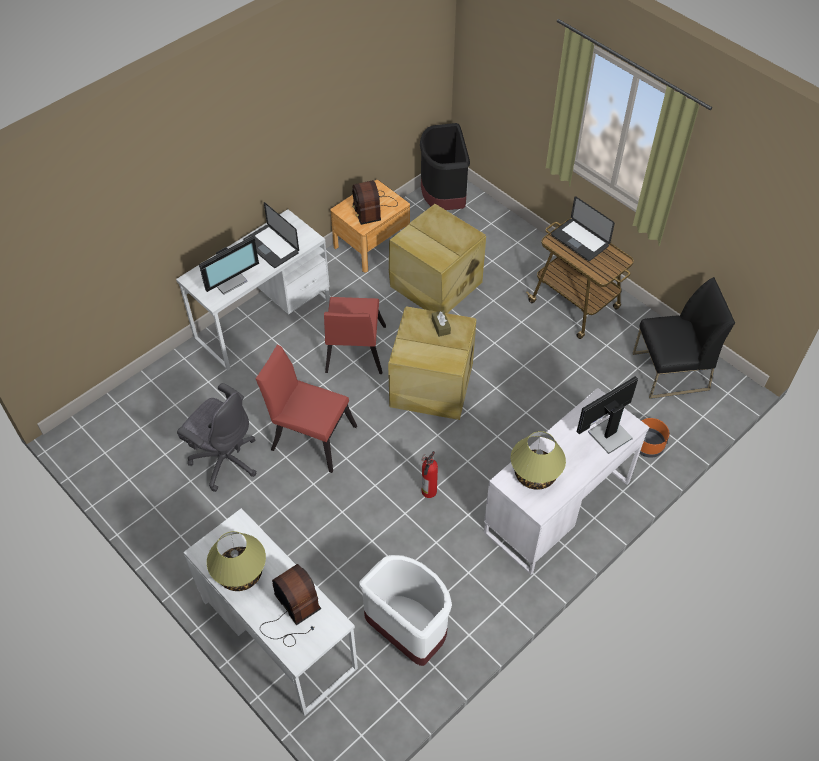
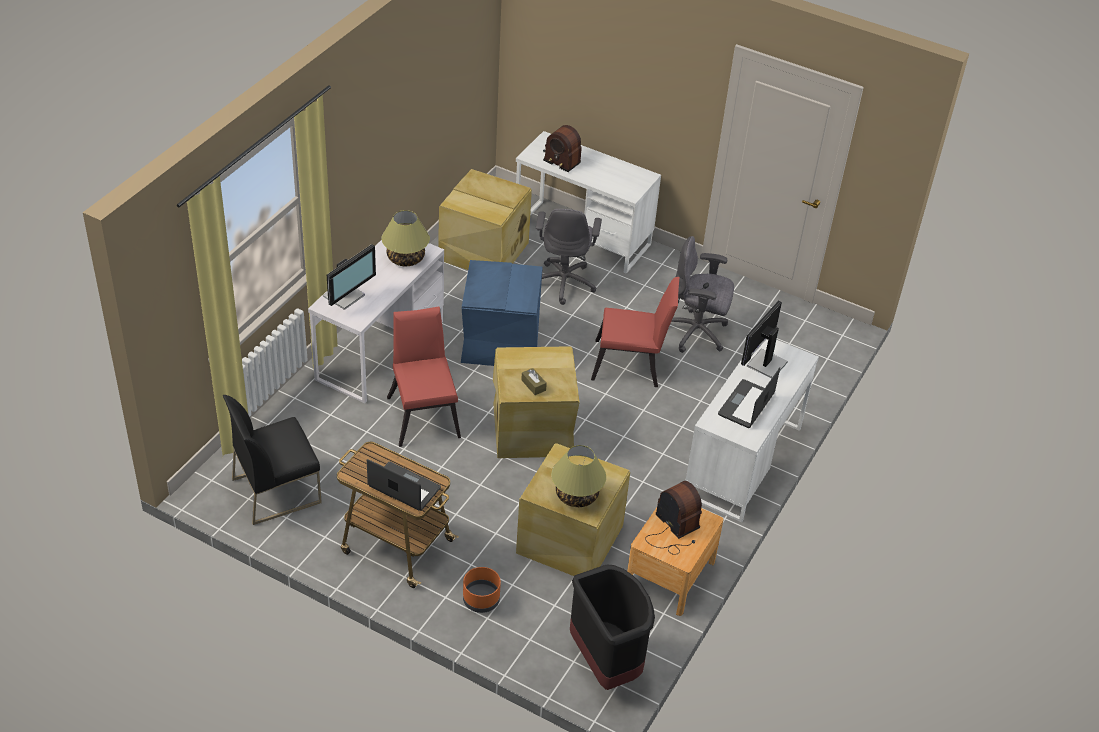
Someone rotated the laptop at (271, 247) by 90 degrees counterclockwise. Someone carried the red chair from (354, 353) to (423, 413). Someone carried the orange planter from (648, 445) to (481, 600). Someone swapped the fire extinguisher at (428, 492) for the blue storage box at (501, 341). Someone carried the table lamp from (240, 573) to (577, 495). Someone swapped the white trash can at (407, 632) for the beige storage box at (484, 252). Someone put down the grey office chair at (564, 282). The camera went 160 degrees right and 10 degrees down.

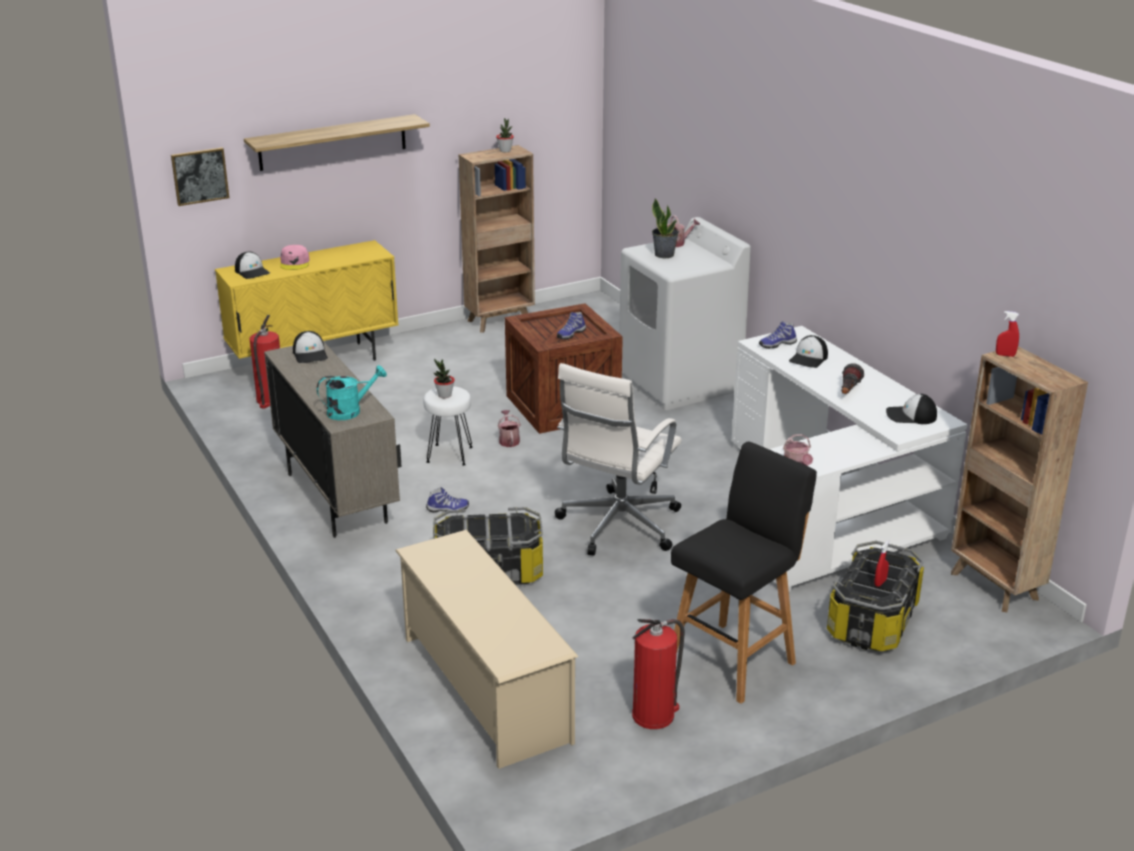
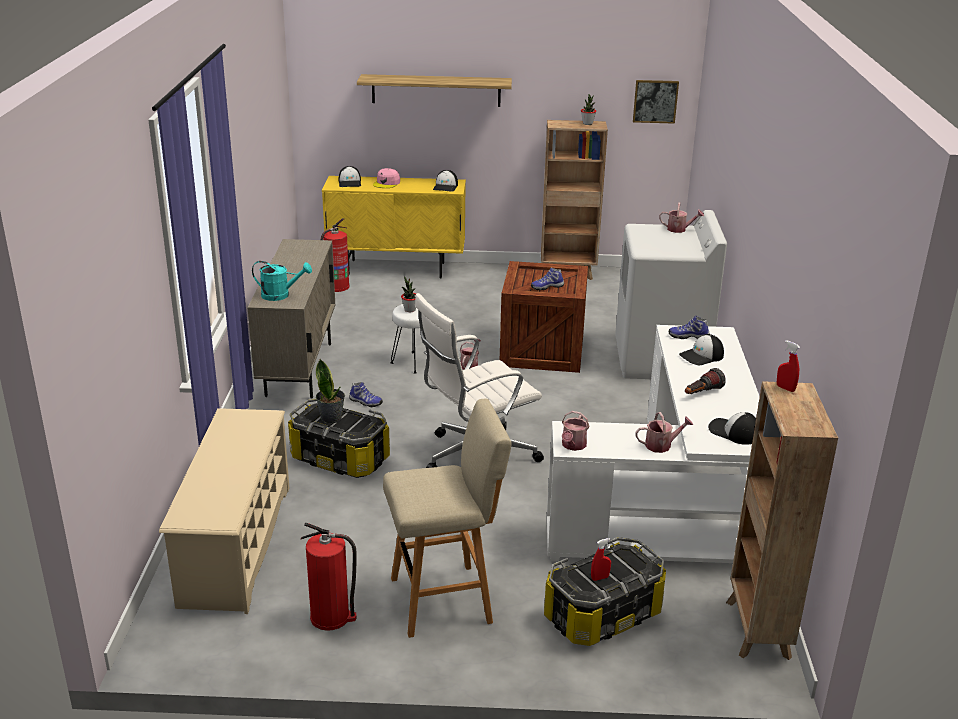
Someone carried the picture from (200, 176) to (655, 101). Someone carried the potted plant from (664, 254) to (331, 418). Someone carried the cap from (310, 354) to (446, 187). Someone repainted the black stool at (734, 660), which became the beige stool at (445, 599). Someone put down the watering can at (661, 445). The camera went 30 degrees right and 0 degrees up.

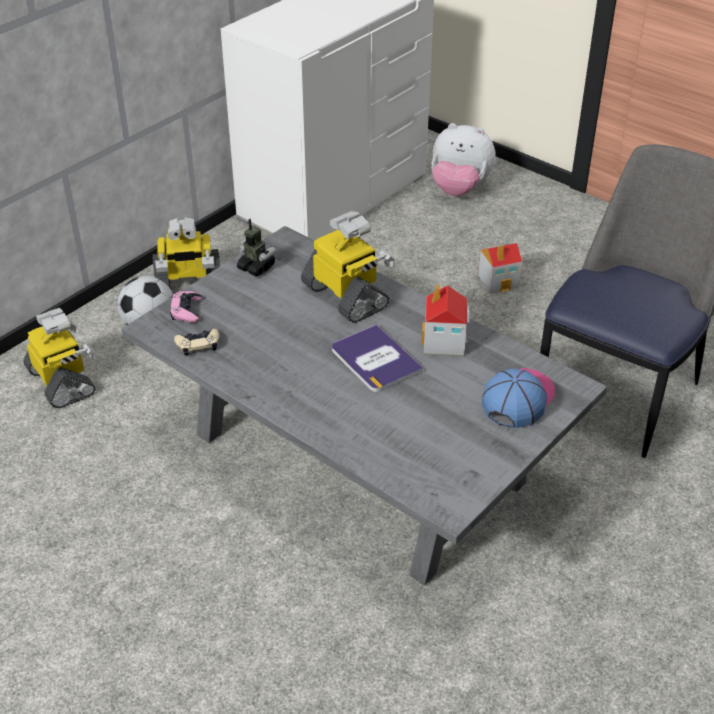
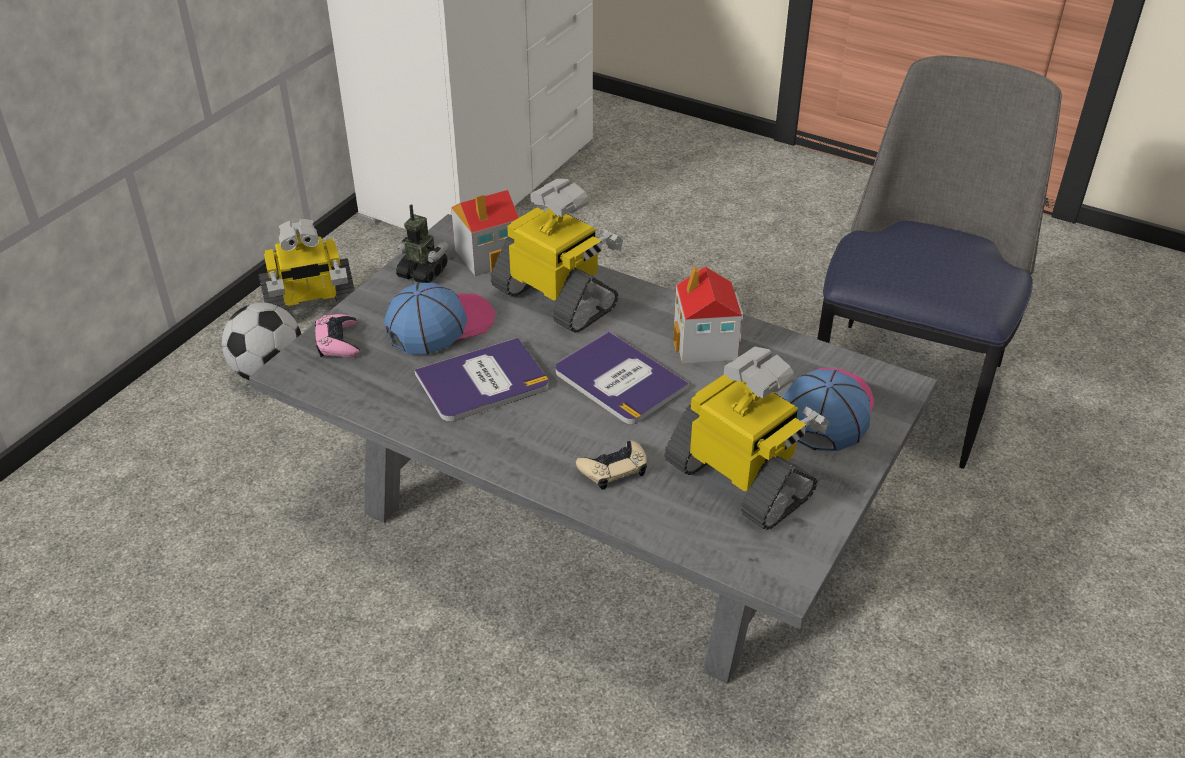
Someone took away the plush toy at (459, 189). Someone carried the toy house from (499, 281) to (488, 255). Someone carried the toy robot from (63, 382) to (741, 479). Someone carried the beige game controller from (198, 344) to (613, 469). Someone put down the cap at (440, 325). Someone put down the book at (483, 382). The camera went 10 degrees left and 0 degrees up.

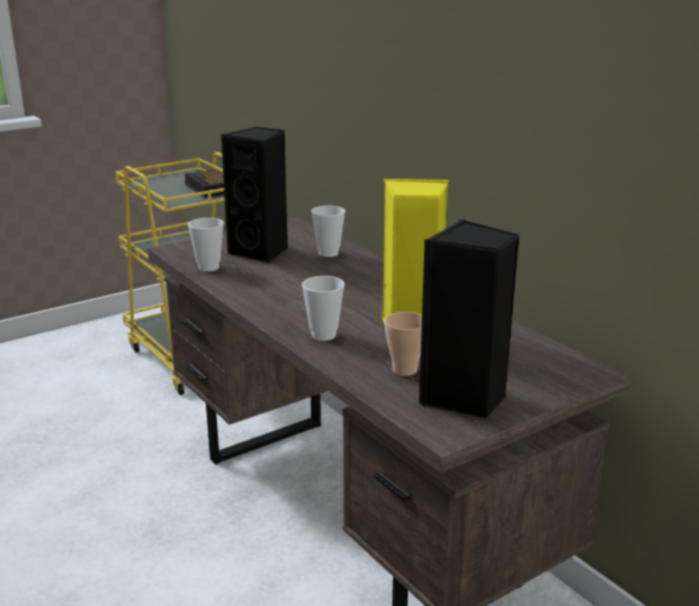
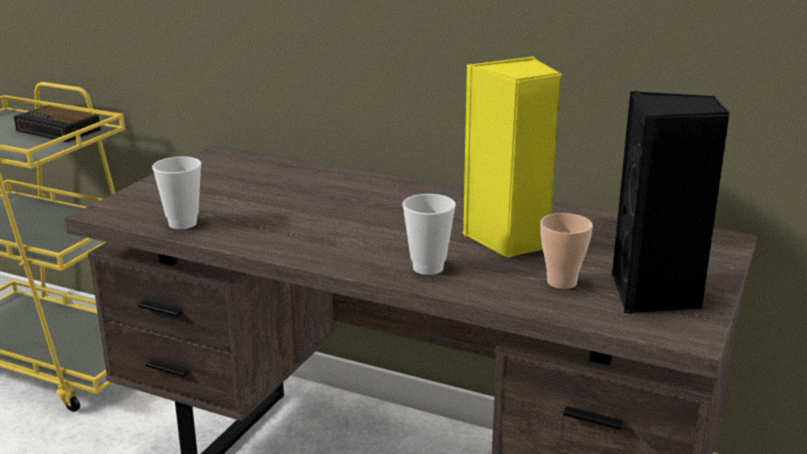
Someone took away the black speaker at (261, 252). Someone took away the cup at (328, 253). The camera went 30 degrees left and 0 degrees up.

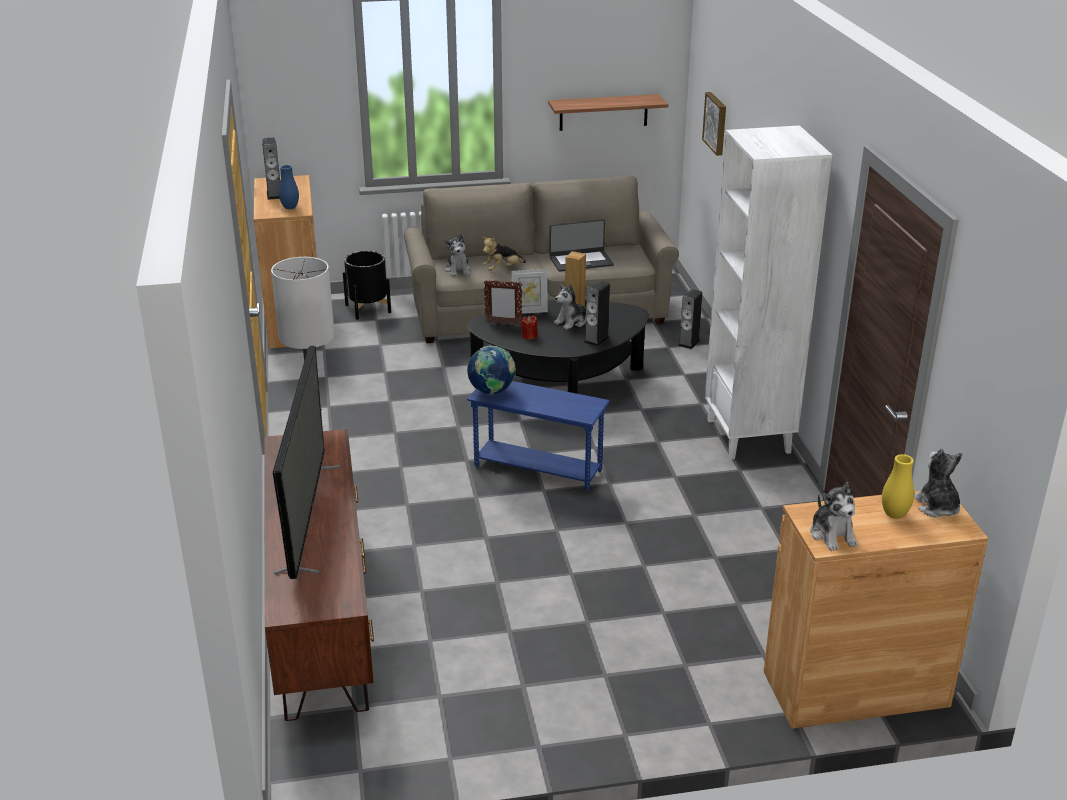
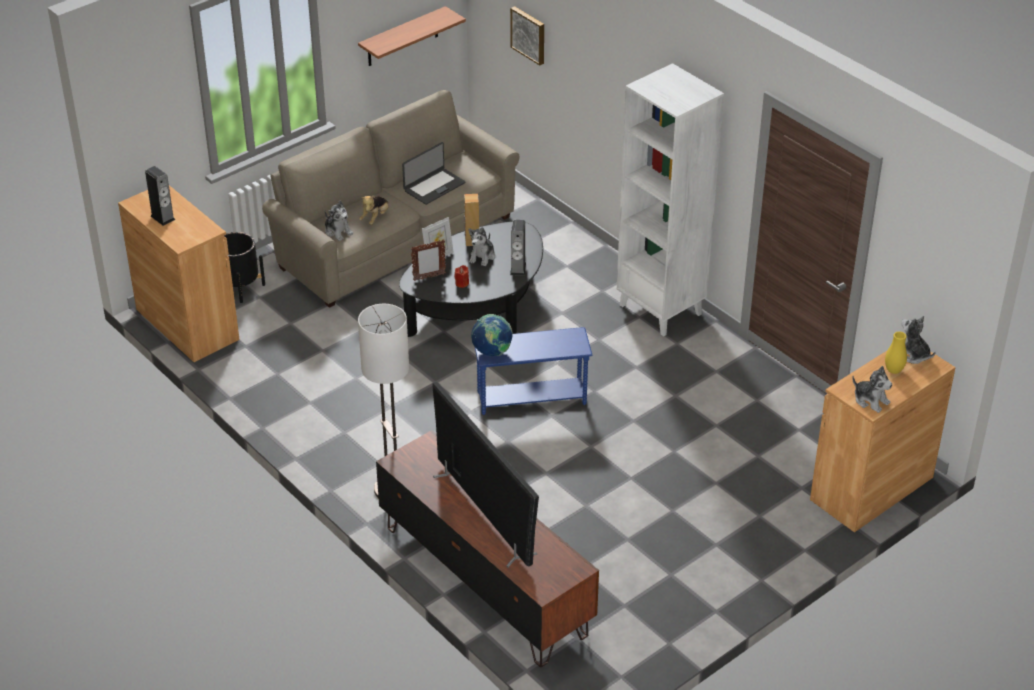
Someone took away the blue vase at (290, 208). Someone took away the speaker at (689, 343). The camera went 30 degrees left and 10 degrees up.

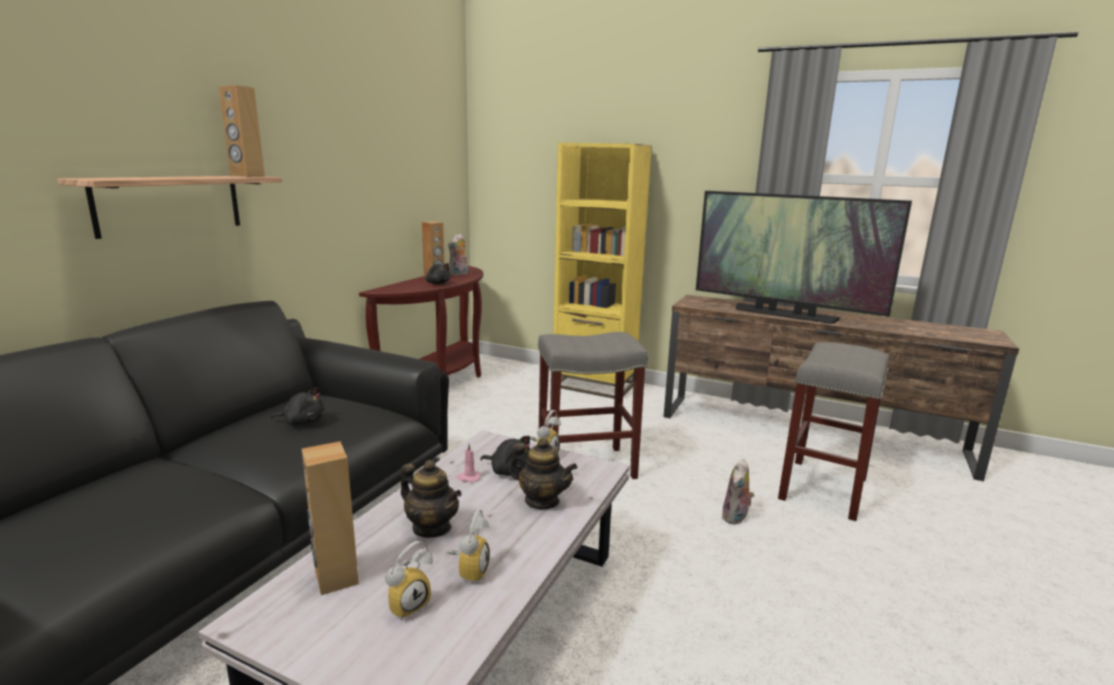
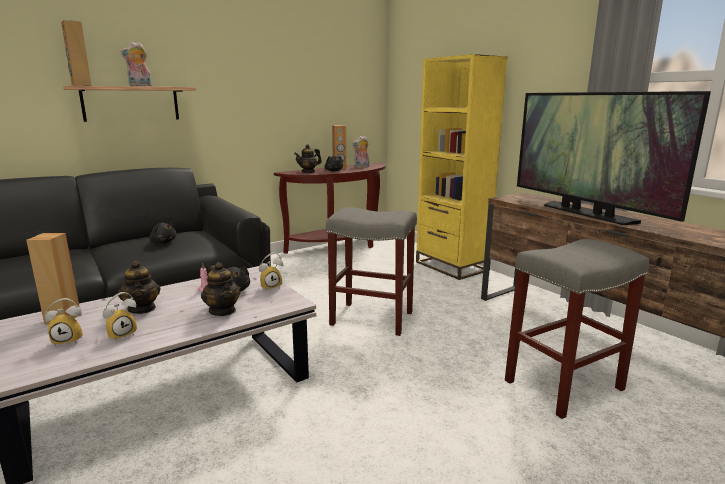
Someone carried the brown speaker from (247, 176) to (81, 85). Someone carried the plush toy from (736, 518) to (140, 86). Someone put down the teapot at (308, 172). The camera went 30 degrees right and 0 degrees up.

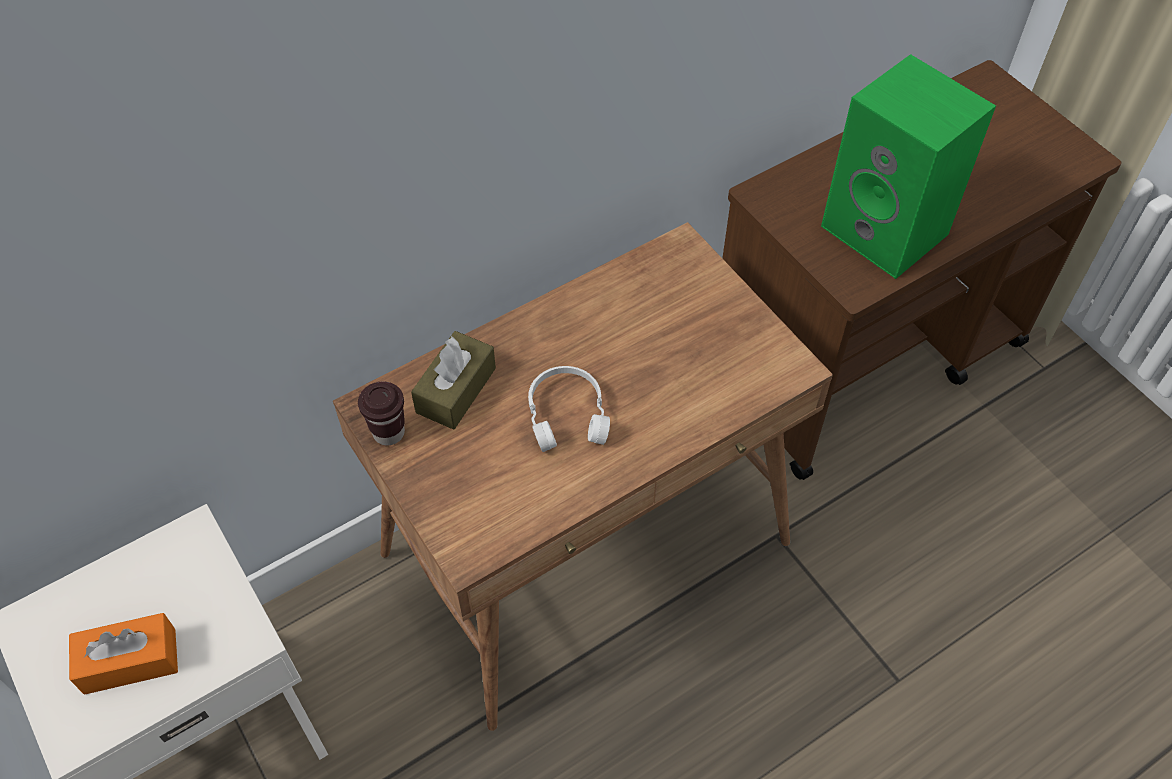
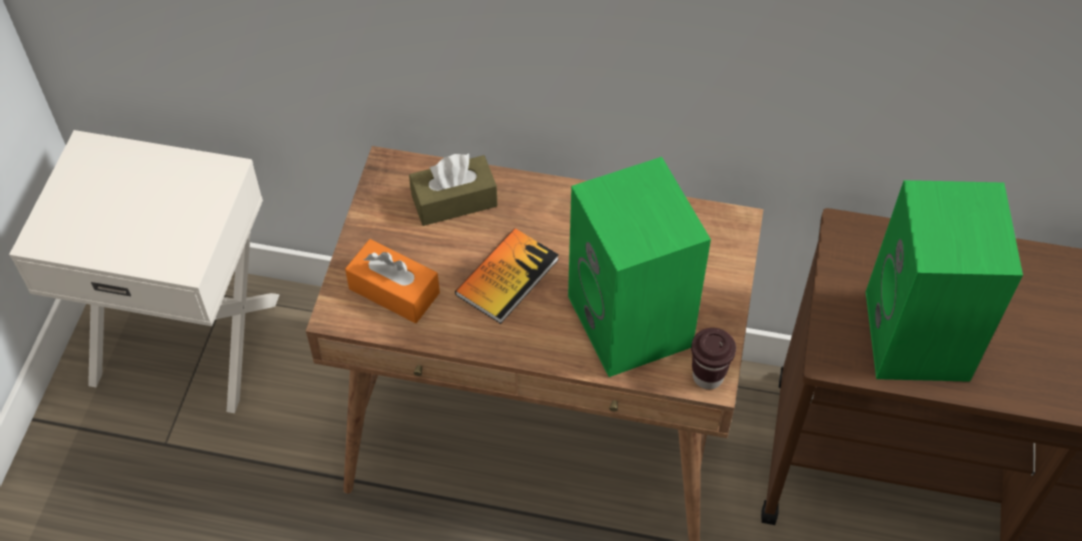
Someone swapped the white headphones at (567, 414) for the book at (507, 277). Someone carried the brown cup from (388, 432) to (708, 376). Someone carried the orange tissue box from (130, 661) to (394, 291). Someone put down the green speaker at (633, 323). The camera went 45 degrees right and 0 degrees up.

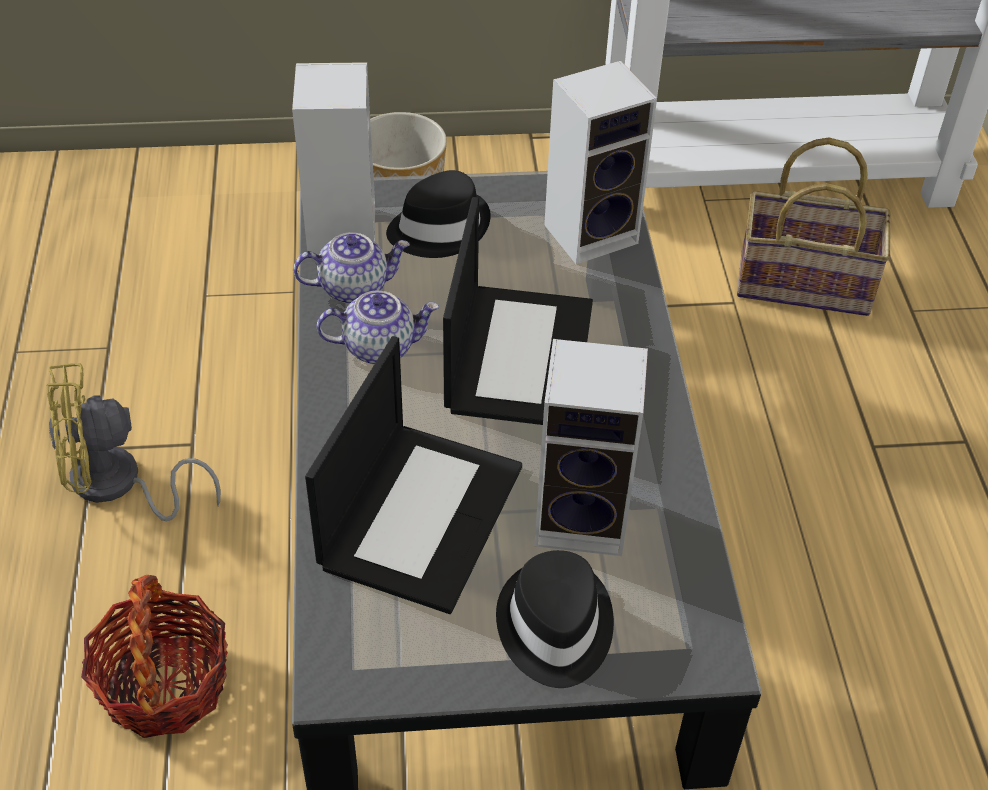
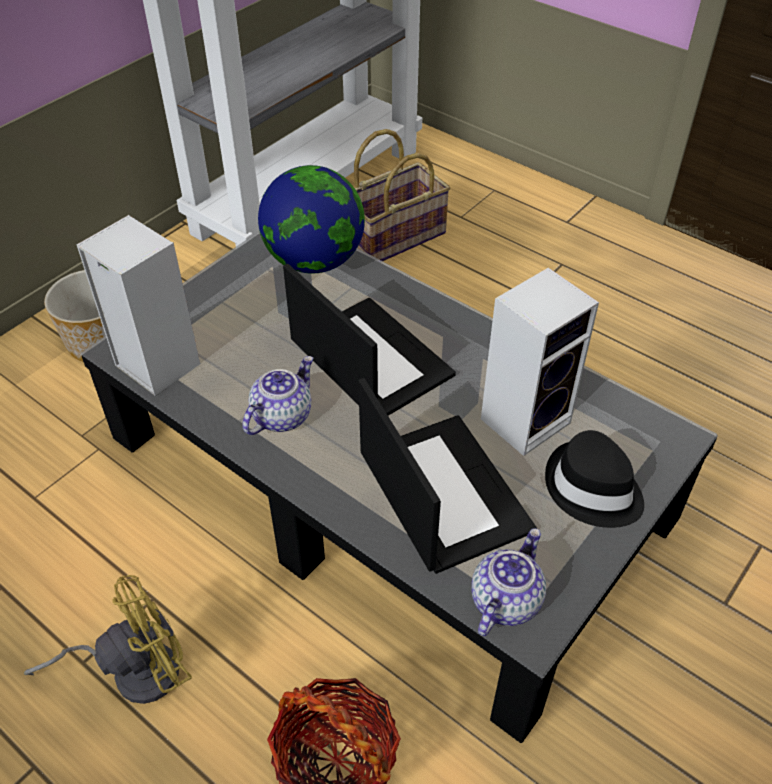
Someone swapped the speaker at (593, 232) for the globe at (314, 261). Someone took away the black hat at (439, 228). Someone carried the teapot from (354, 287) to (504, 600). Someone rotated the yellow fan at (117, 486) by 150 degrees counterclockwise. The camera went 45 degrees left and 0 degrees up.

